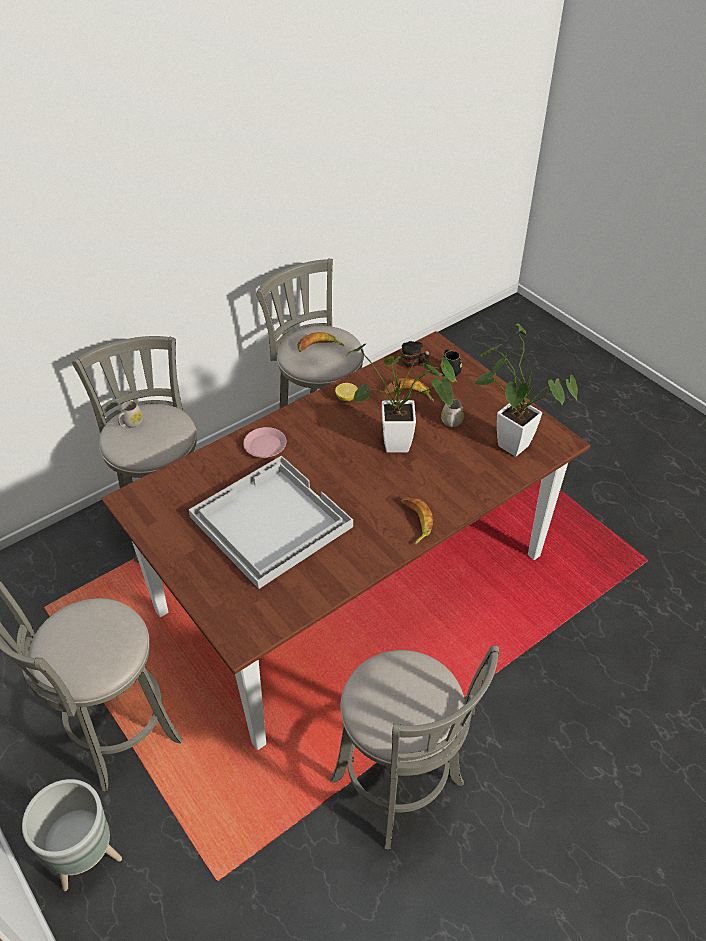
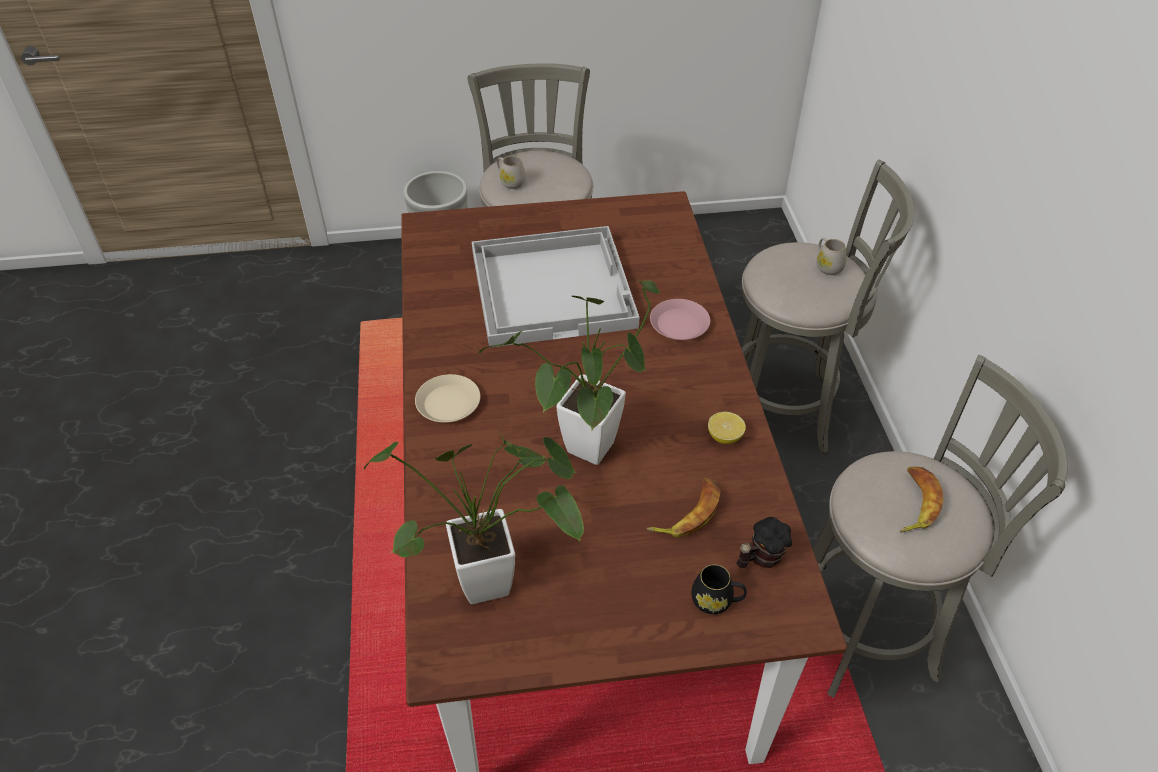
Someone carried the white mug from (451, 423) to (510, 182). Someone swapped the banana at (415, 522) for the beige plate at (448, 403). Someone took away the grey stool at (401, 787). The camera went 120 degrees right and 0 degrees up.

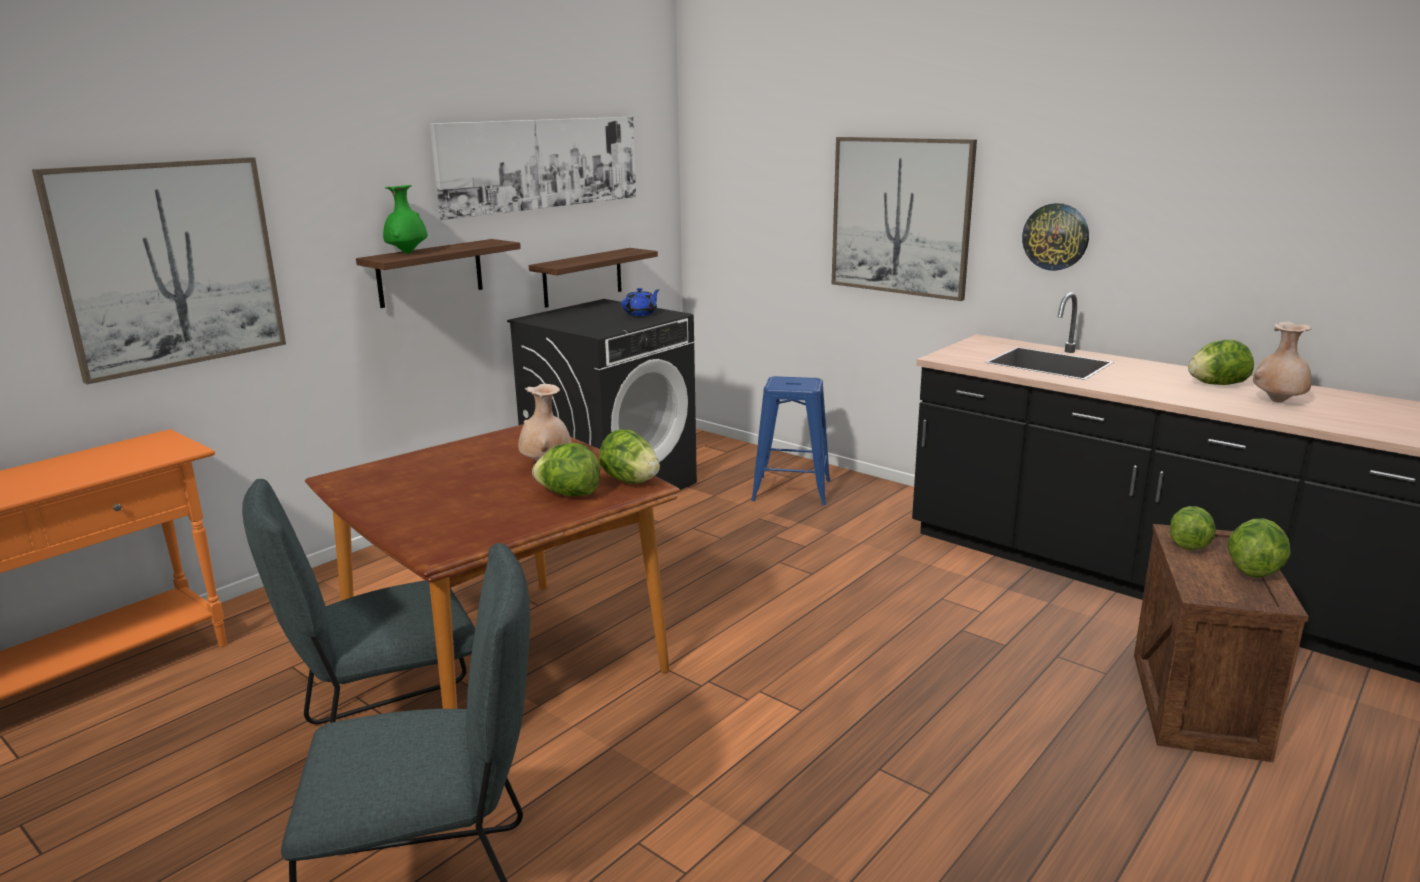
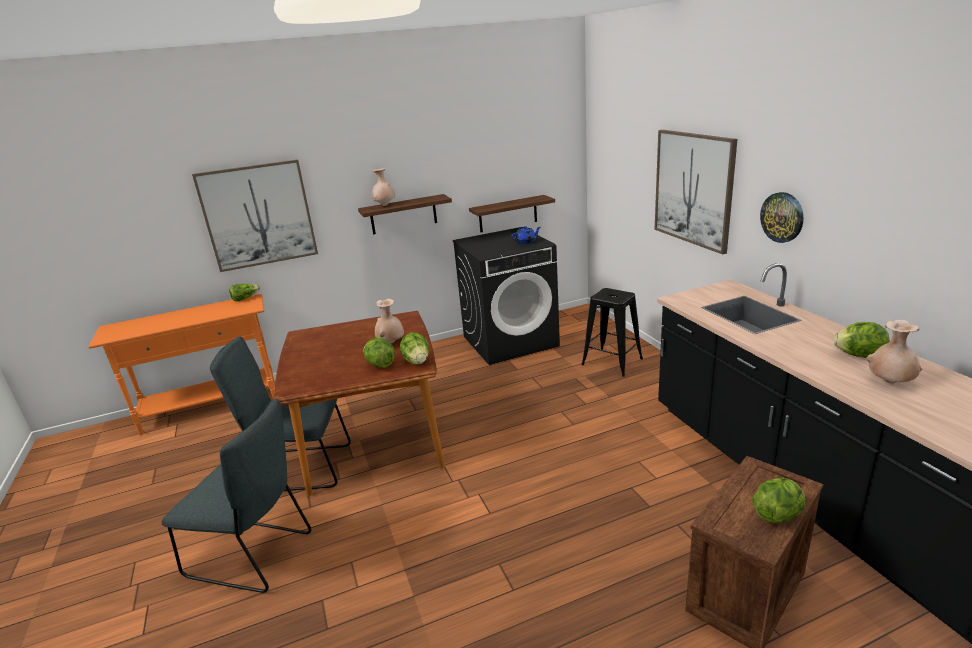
Someone took away the picture at (541, 164). Someone repainted the green vase at (407, 253), which became the beige vase at (384, 205). Someone repainted the blue stool at (790, 490), which became the black stool at (611, 362). Someone carried the lettuce from (1188, 541) to (245, 298). The camera went 30 degrees right and 5 degrees up.

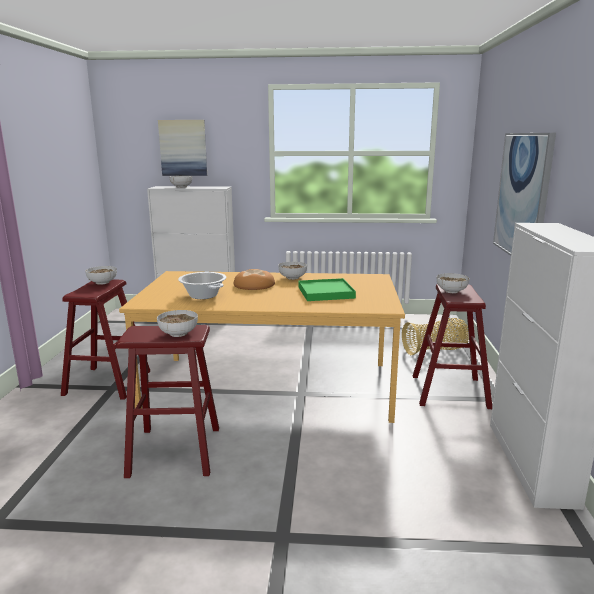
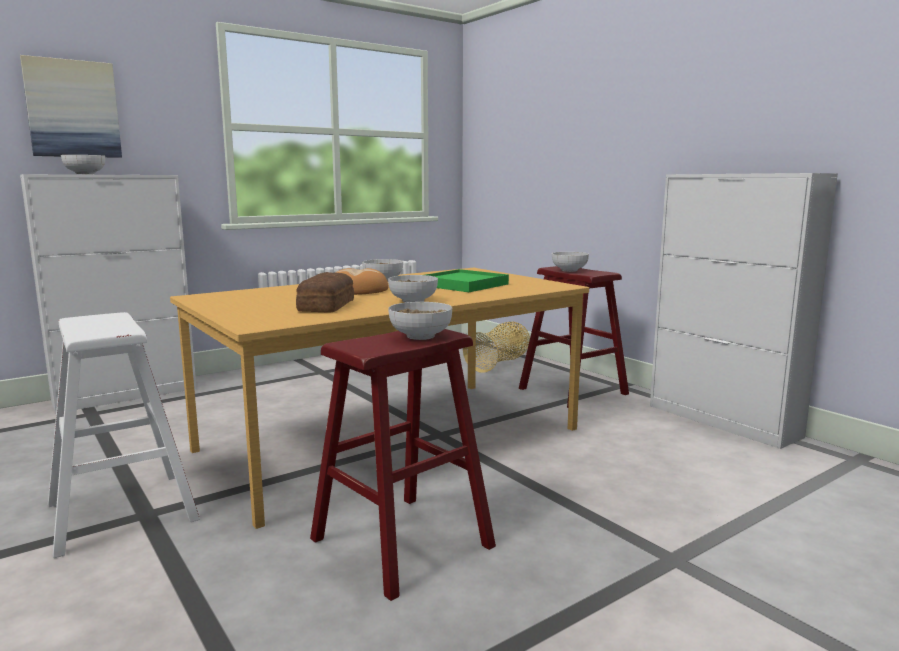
Someone took away the picture at (522, 196). Someone carried the bowl from (102, 282) to (412, 301). Someone swapped the cooking pot at (203, 295) for the bread at (325, 306). Someone repainted the red stool at (107, 382), which became the white stool at (122, 511). The camera went 40 degrees left and 5 degrees down.

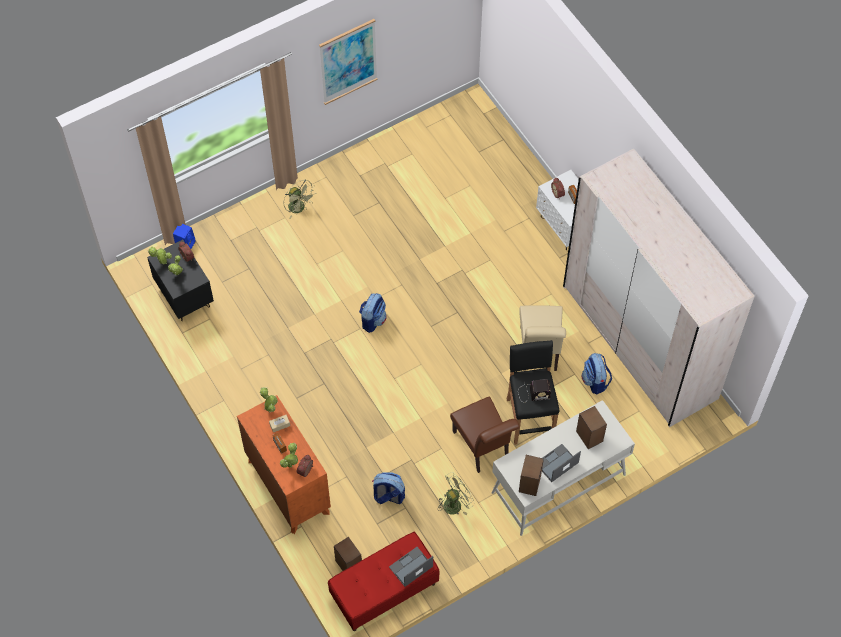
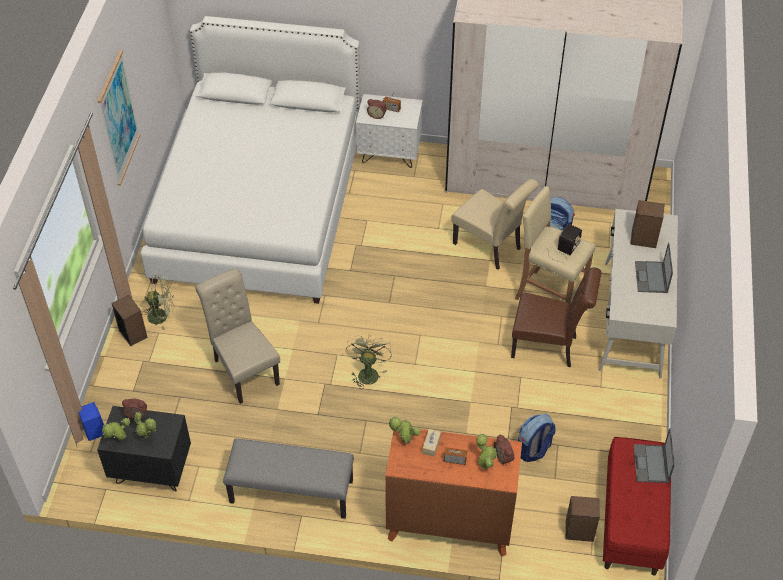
Someone took away the backpack at (372, 320). Someone repainted the black stool at (529, 418), which became the beige stool at (549, 295). Someone carried the speaker from (530, 483) to (133, 333). Someone carried the green fan from (455, 503) to (367, 372). Someone put down the white bed at (260, 207). Someone put down the beige chair at (243, 369). Someone put down the grey bench at (291, 492). The camera went 50 degrees left and 10 degrees down.

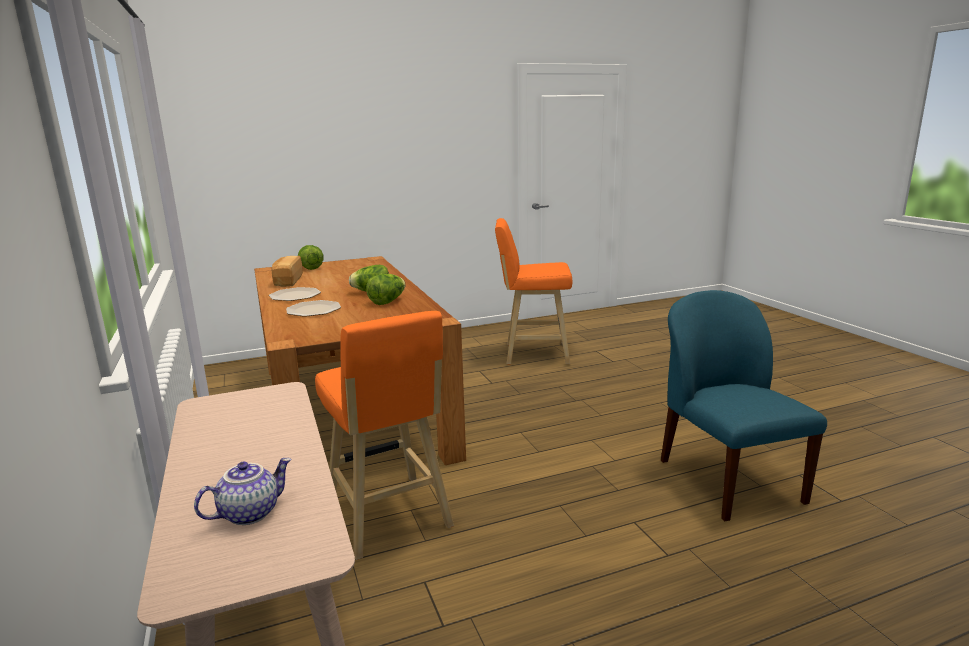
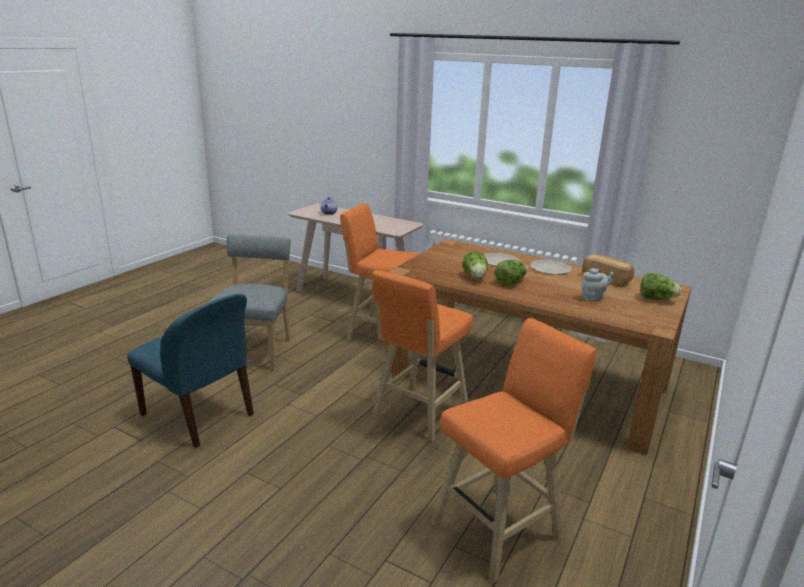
Someone put down the grey chair at (256, 350). Someone put down the grey teapot at (593, 298). Someone put down the orange stool at (418, 414). The camera went 140 degrees right and 5 degrees up.

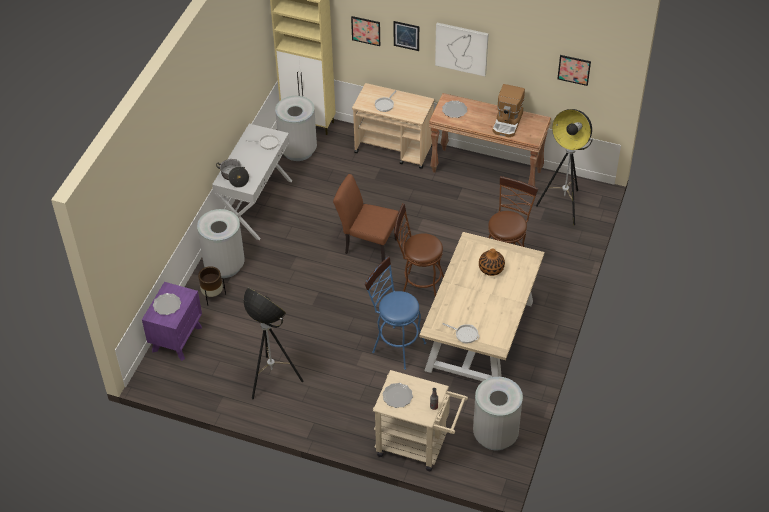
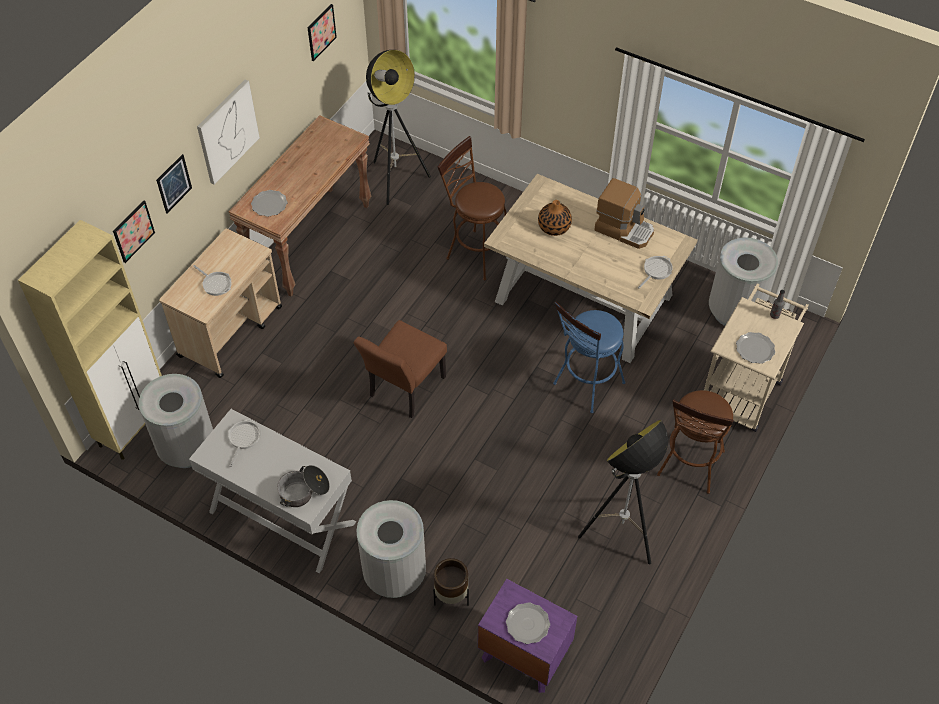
Someone carried the coffee machine from (508, 123) to (624, 229). Someone carried the brown stool from (418, 289) to (689, 468). The camera went 80 degrees left and 5 degrees up.

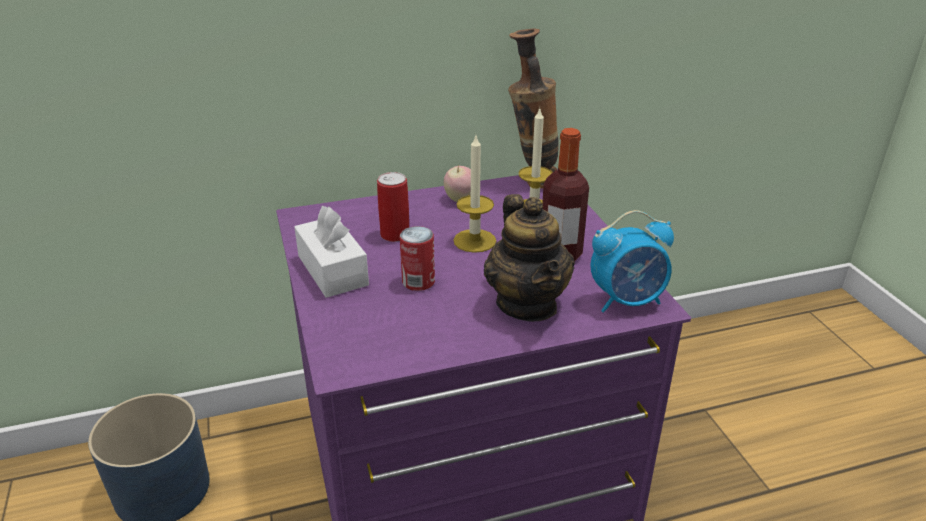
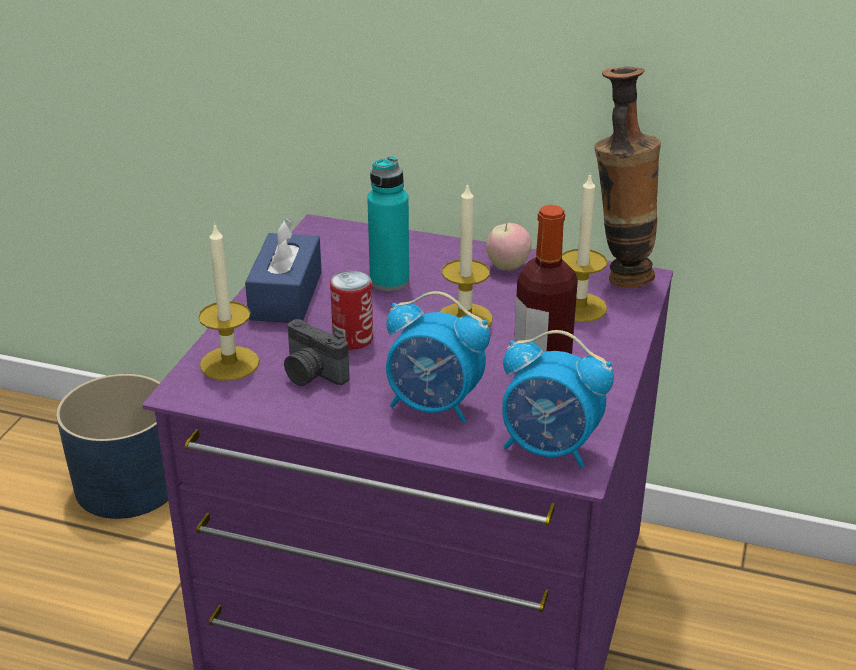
Someone swapped the can at (395, 234) for the turquoise bottle at (389, 281). Someone swapped the teapot at (527, 304) for the alarm clock at (434, 406). Someone repainted the white tissue box at (332, 270), which became the blue tissue box at (286, 296). Someone put down the candle at (229, 363). Someone put down the photo camera at (312, 374). The camera went 35 degrees right and 0 degrees up.

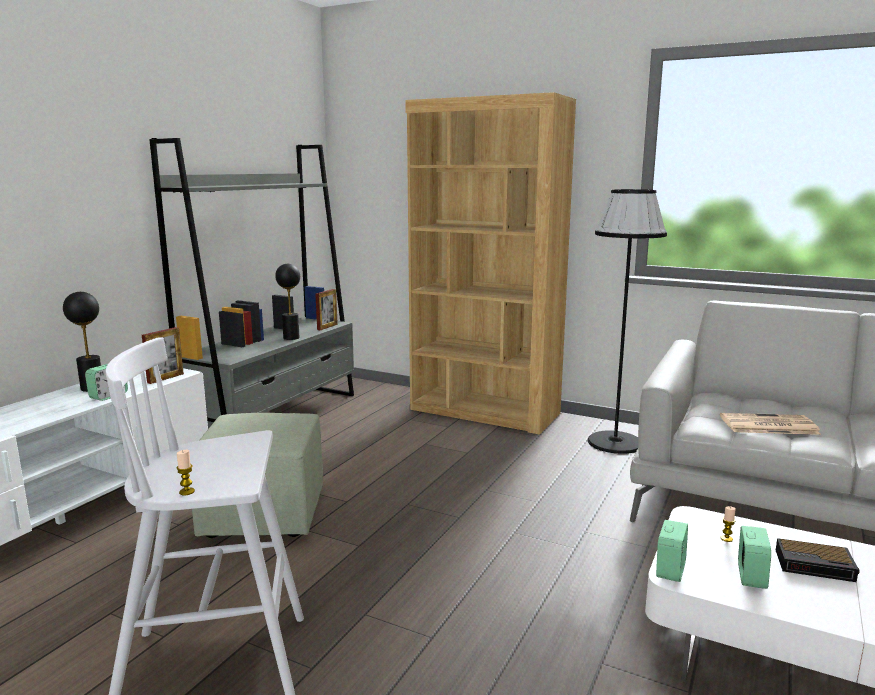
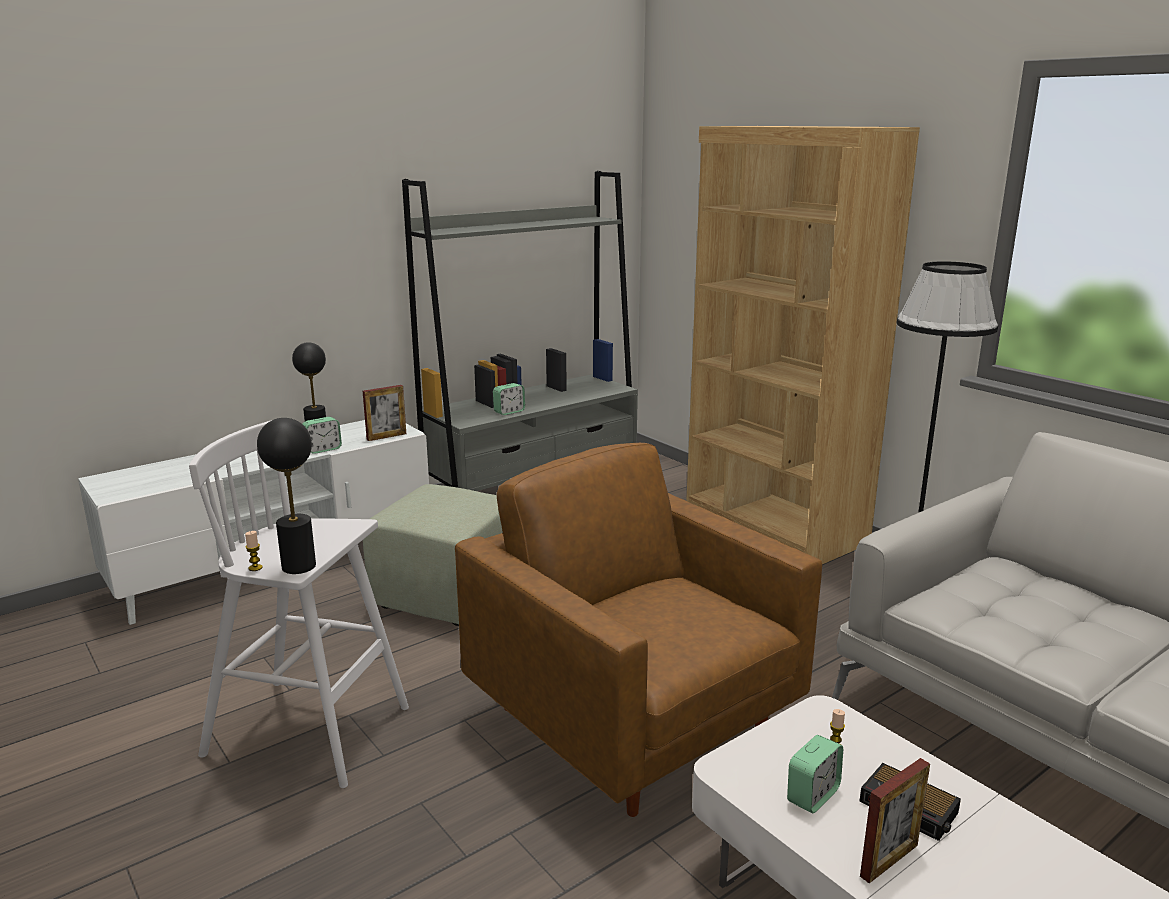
Someone carried the black table lamp from (291, 338) to (299, 566). Someone carried the picture frame from (327, 327) to (889, 860). Someone took away the newspaper at (767, 425). Someone carried the alarm clock from (670, 570) to (509, 412). Someone put down the brown armchair at (634, 724). The camera went 25 degrees right and 5 degrees up.

